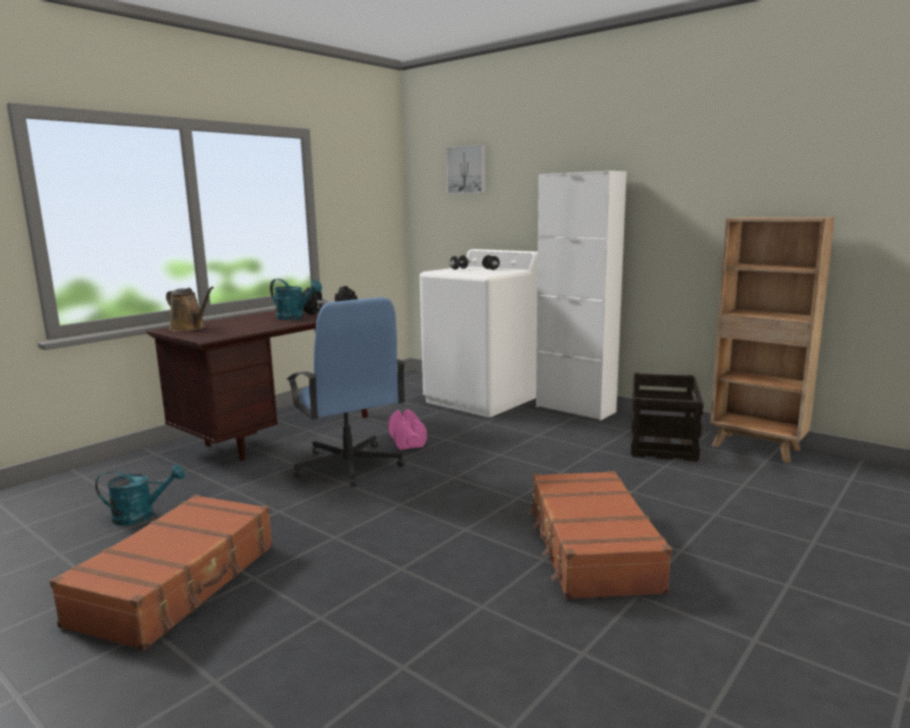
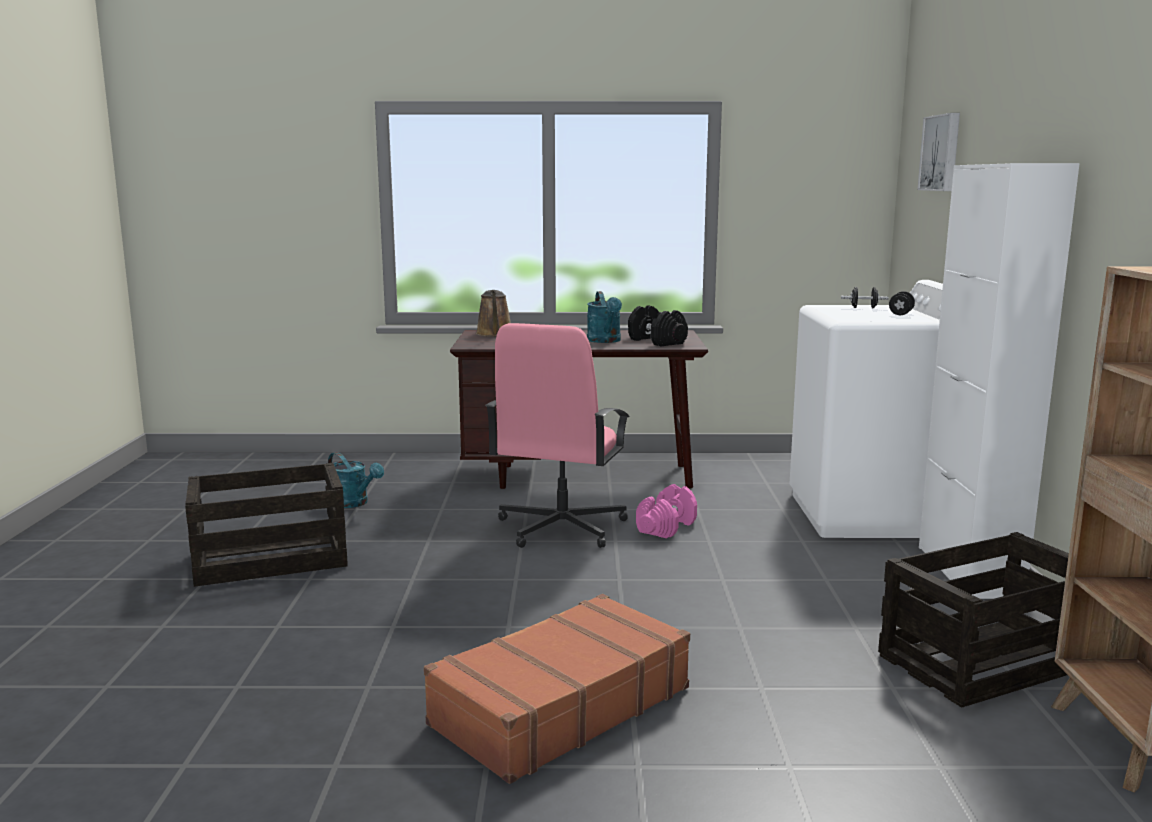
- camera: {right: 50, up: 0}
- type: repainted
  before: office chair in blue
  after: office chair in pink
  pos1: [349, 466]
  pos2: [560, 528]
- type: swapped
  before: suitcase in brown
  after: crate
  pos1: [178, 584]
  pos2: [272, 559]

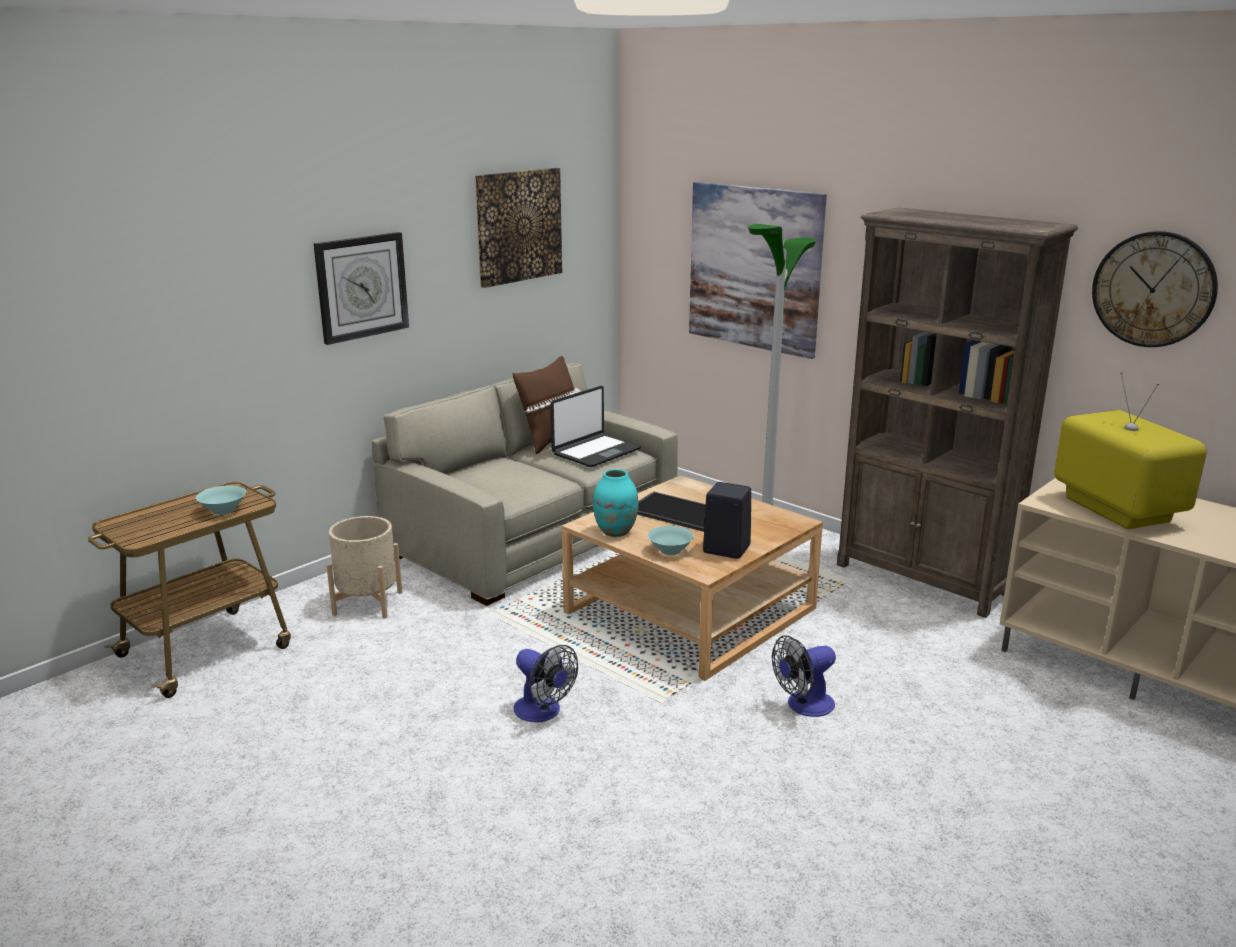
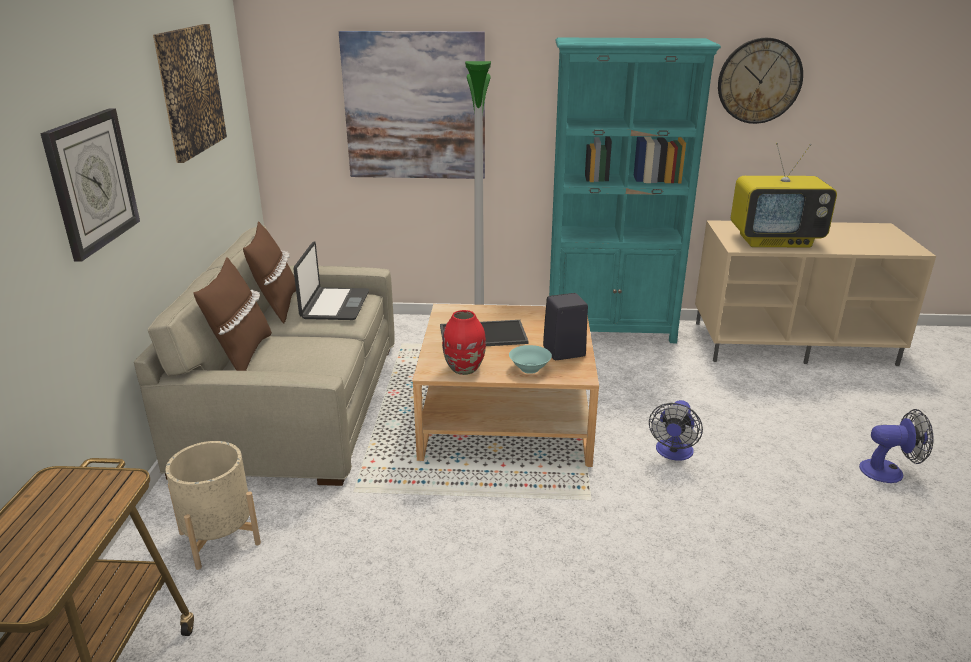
- camera: {right: -40, up: 5}
- type: repainted
  before: bookcase in brown
  after: bookcase in turquoise
  pos1: [923, 580]
  pos2: [611, 331]
- type: rotated
  before: television
  pos1: [1114, 509]
  pos2: [775, 240]
  turn: 150
- type: repainted
  before: vase in turquoise
  after: vase in red
  pos1: [616, 532]
  pos2: [465, 369]
- type: gone
  before: bowl in turquoise
  pos1: [224, 510]
- type: shifted
  before: fan
  pos1: [543, 712]
  pos2: [889, 471]
- type: new
  after: pillow in brown
  pos2: [242, 355]

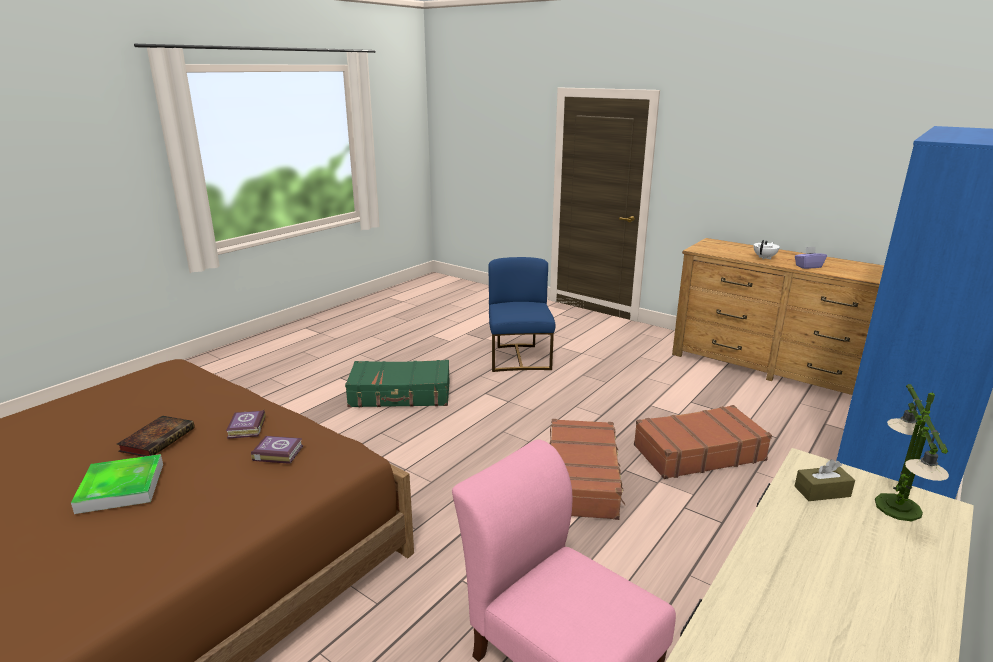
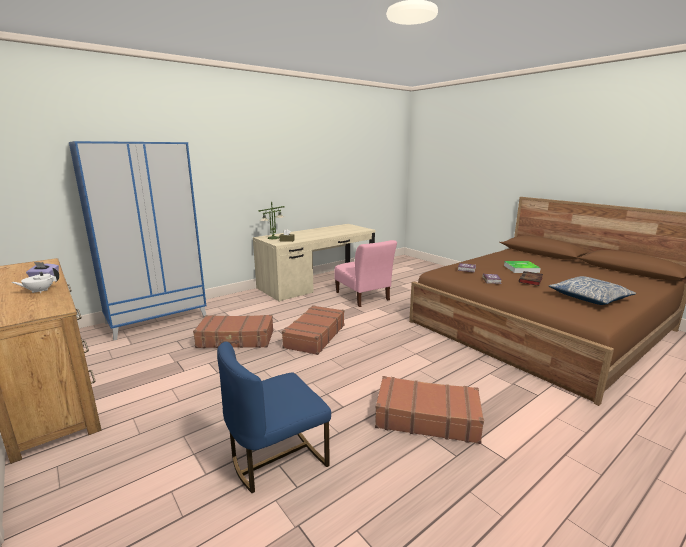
- camera: {right: -165, up: -5}
- type: rotated
  before: chair in blue
  pos1: [519, 358]
  pos2: [276, 458]
  turn: 45
- type: repainted
  before: suitcase in green
  after: suitcase in brown
  pos1: [400, 395]
  pos2: [426, 418]
- type: new
  after: pillow
  pos2: [589, 298]

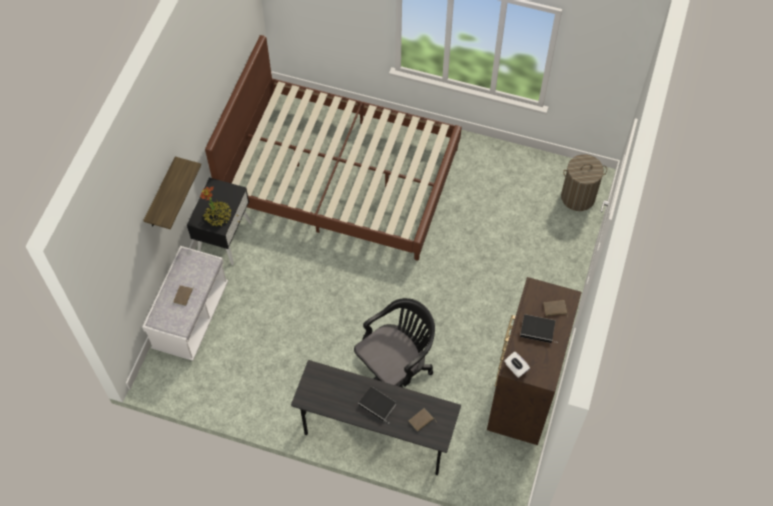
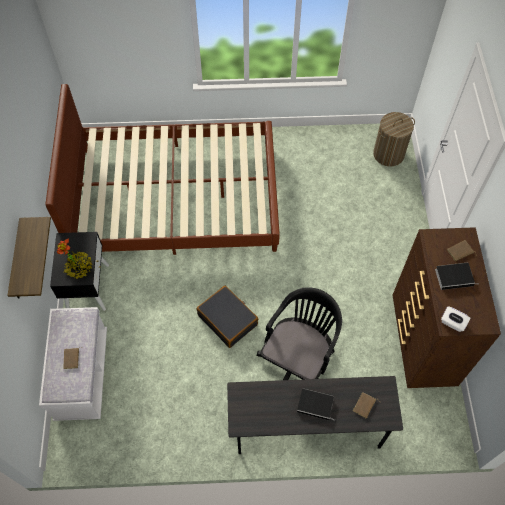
- camera: {right: -20, up: 0}
- type: new
  after: suitcase in black
  pos2: [228, 320]

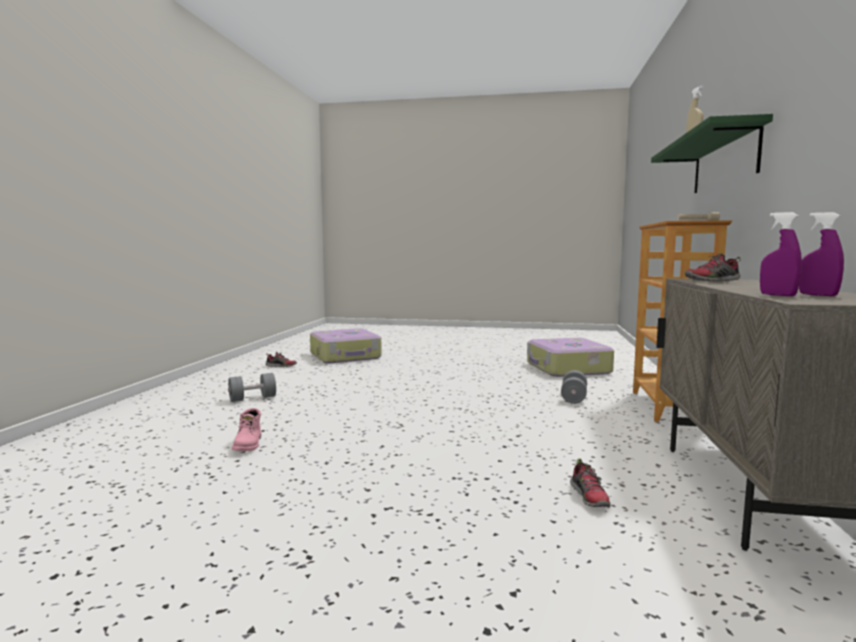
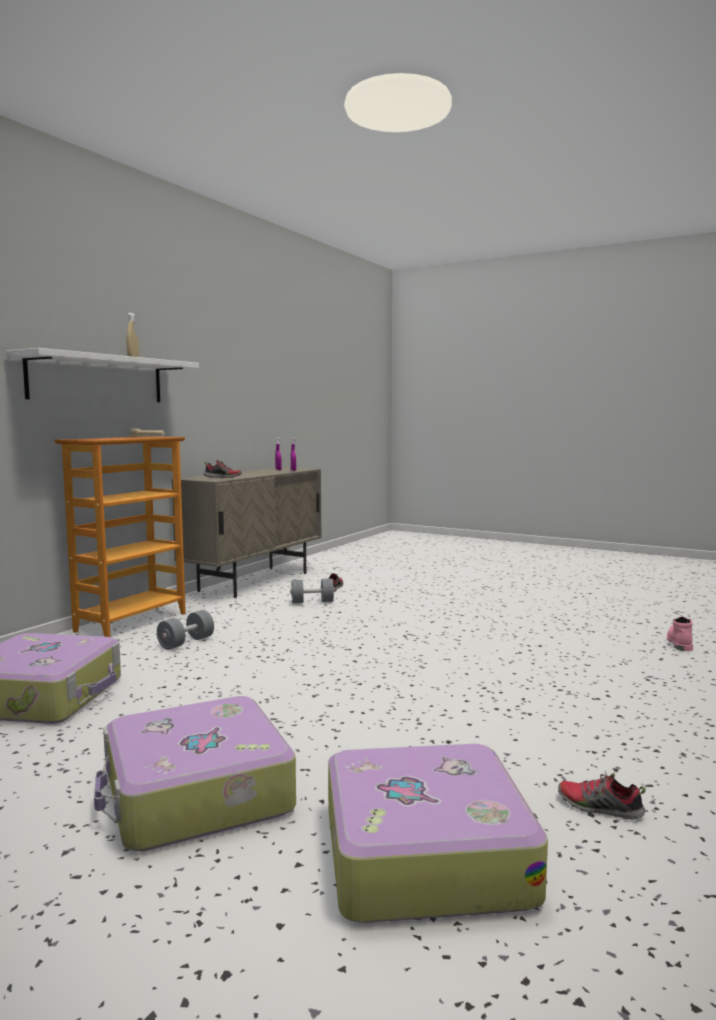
- camera: {right: -160, up: 0}
- type: repainted
  before: shelf in green
  after: shelf in white
  pos1: [724, 161]
  pos2: [97, 379]
- type: shifted
  before: dumbbell in grey
  pos1: [252, 398]
  pos2: [312, 602]
- type: shifted
  before: boot in pink
  pos1: [249, 444]
  pos2: [679, 642]
- type: new
  after: suitcase
  pos2: [195, 794]

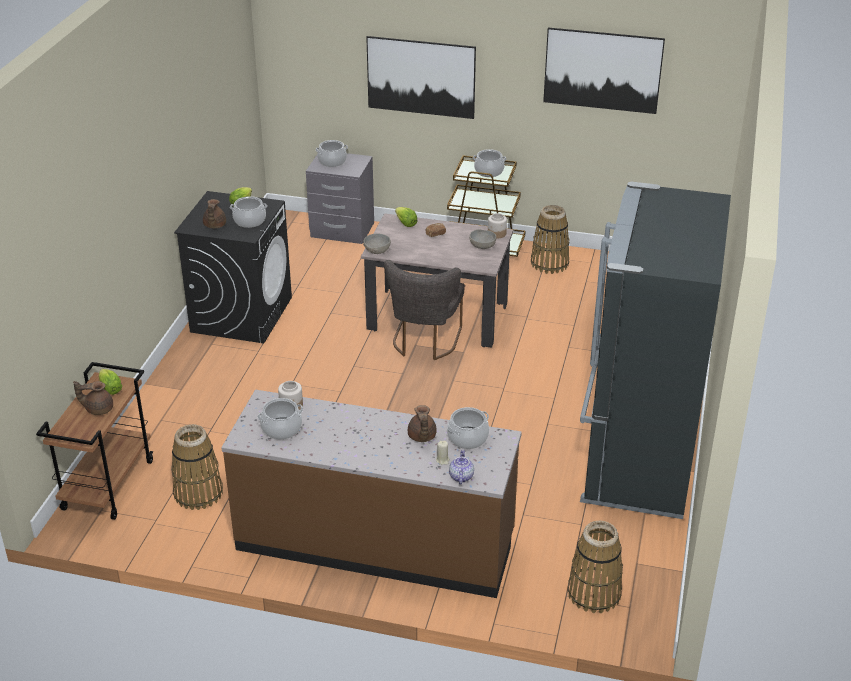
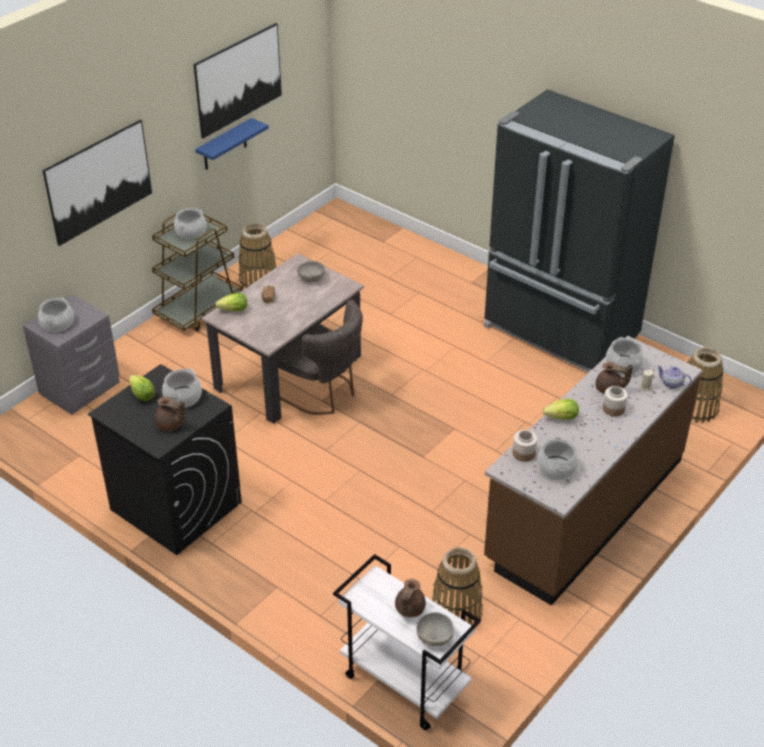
- camera: {right: -65, up: 5}
- type: shifted
  before: jar
  pos1: [496, 234]
  pos2: [614, 409]
- type: shifted
  before: bowl in grey
  pos1: [376, 250]
  pos2: [434, 637]
- type: repainted
  before: cart in brown
  after: cart in white
  pos1: [108, 484]
  pos2: [403, 682]
- type: shifted
  before: lettuce
  pos1: [110, 389]
  pos2: [562, 418]
- type: new
  after: shelf in blue
  pos2: [224, 145]

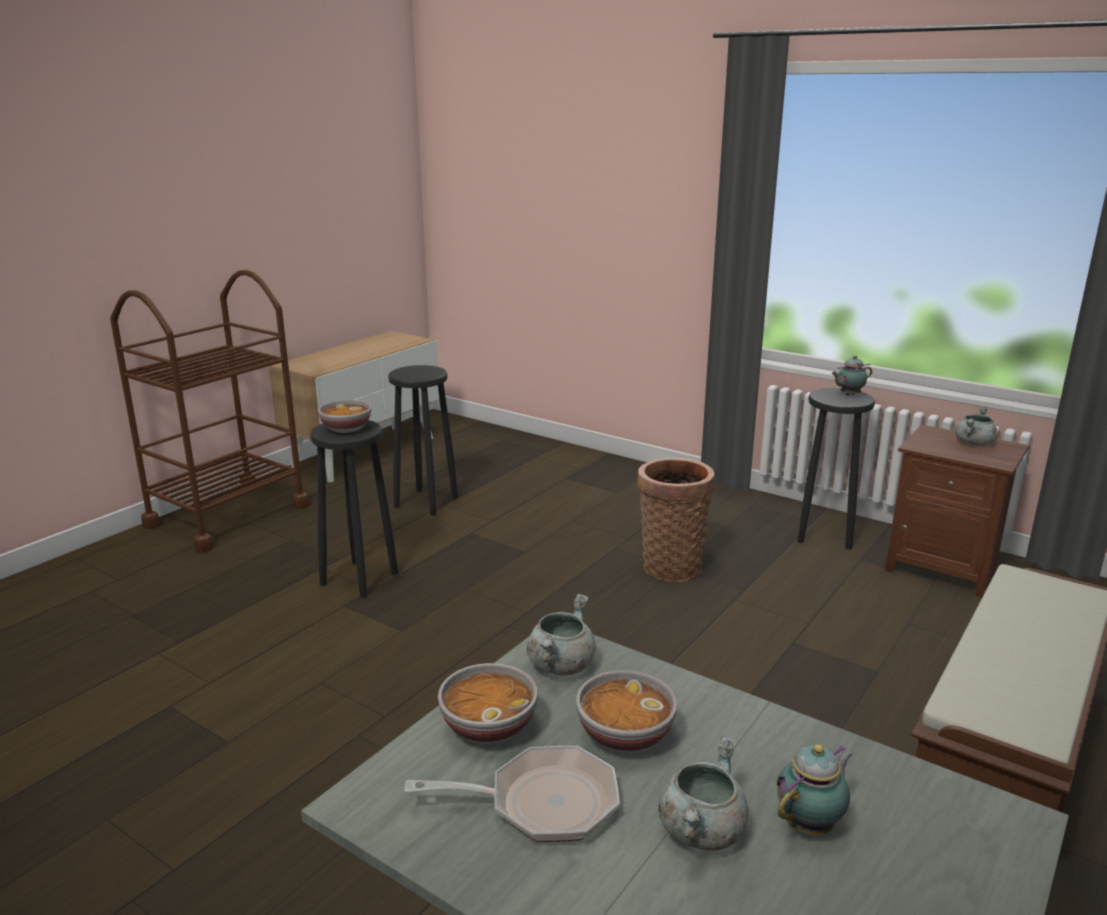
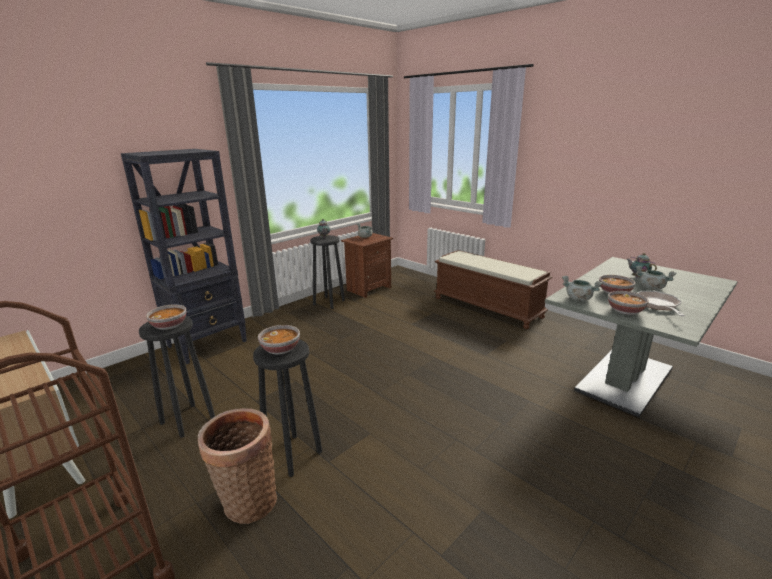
- camera: {right: -80, up: 0}
- type: shifted
  before: basket
  pos1: [671, 565]
  pos2: [247, 502]
- type: new
  after: bookcase in black
  pos2: [208, 344]
- type: new
  after: bowl
  pos2: [169, 325]

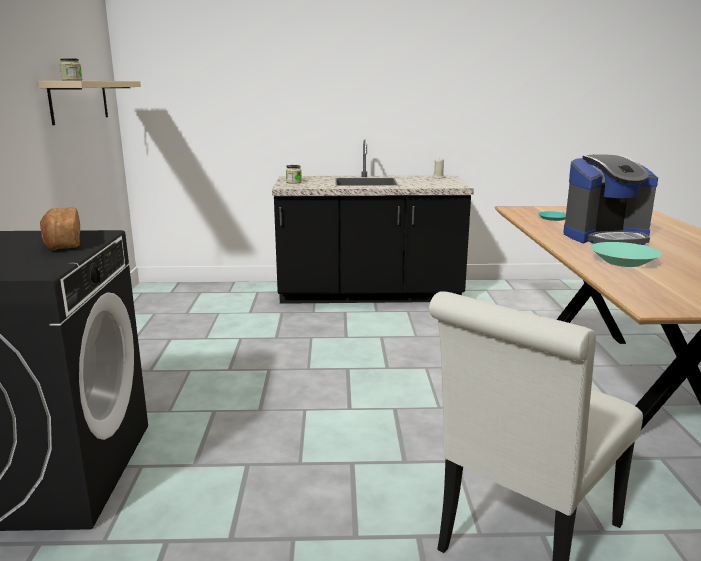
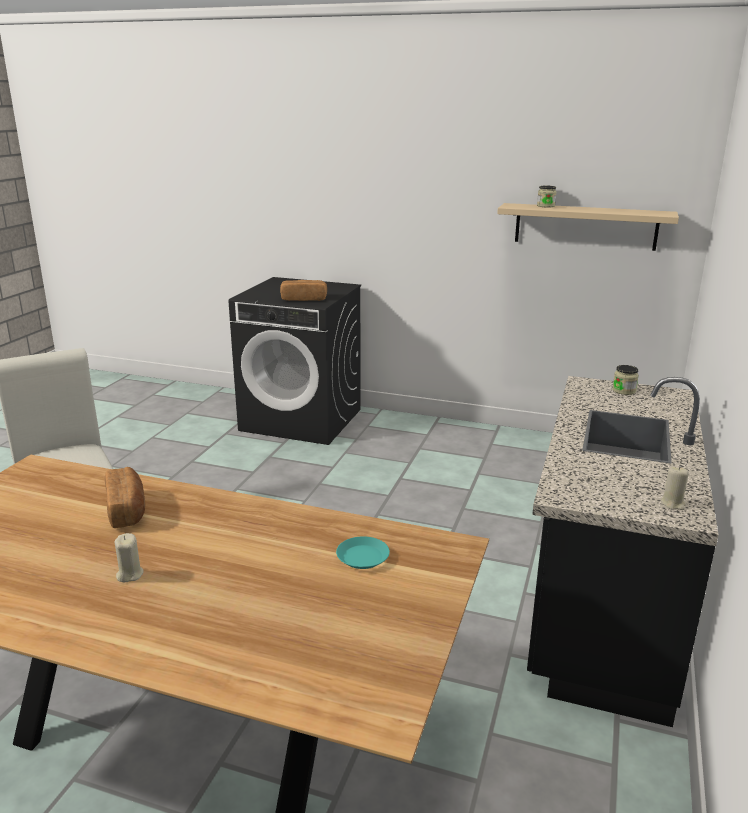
- camera: {right: 110, up: 5}
- type: gone
  before: coffee machine
  pos1: [606, 237]
- type: swapped
  before: bowl in turquoise
  after: bread
  pos1: [624, 262]
  pos2: [127, 509]
- type: new
  after: candle in beige
  pos2: [129, 574]

